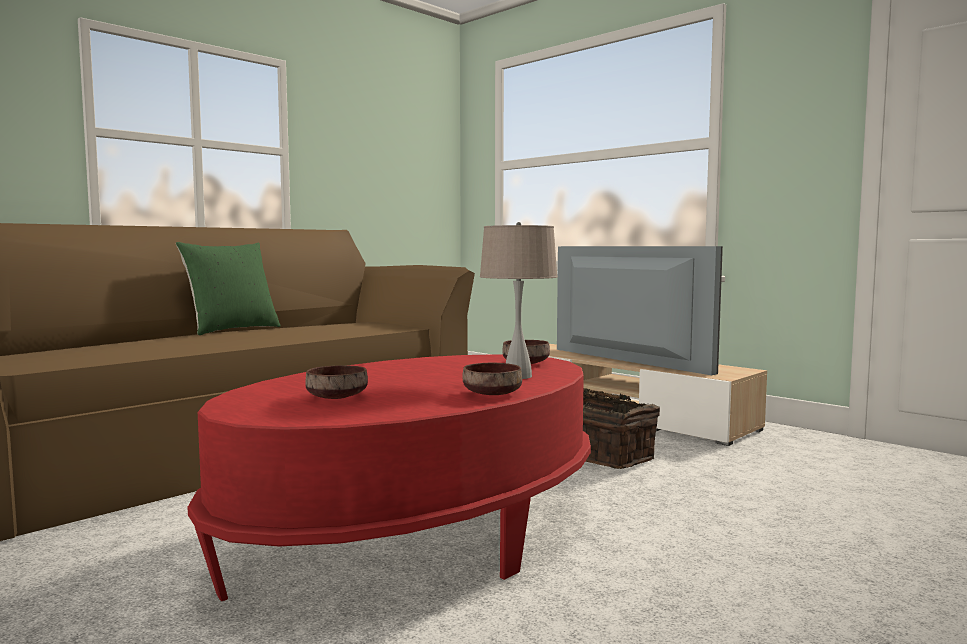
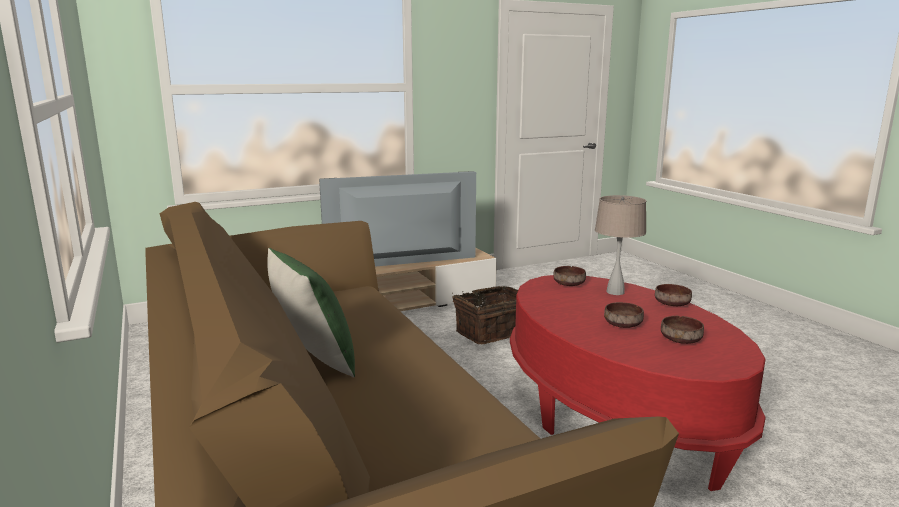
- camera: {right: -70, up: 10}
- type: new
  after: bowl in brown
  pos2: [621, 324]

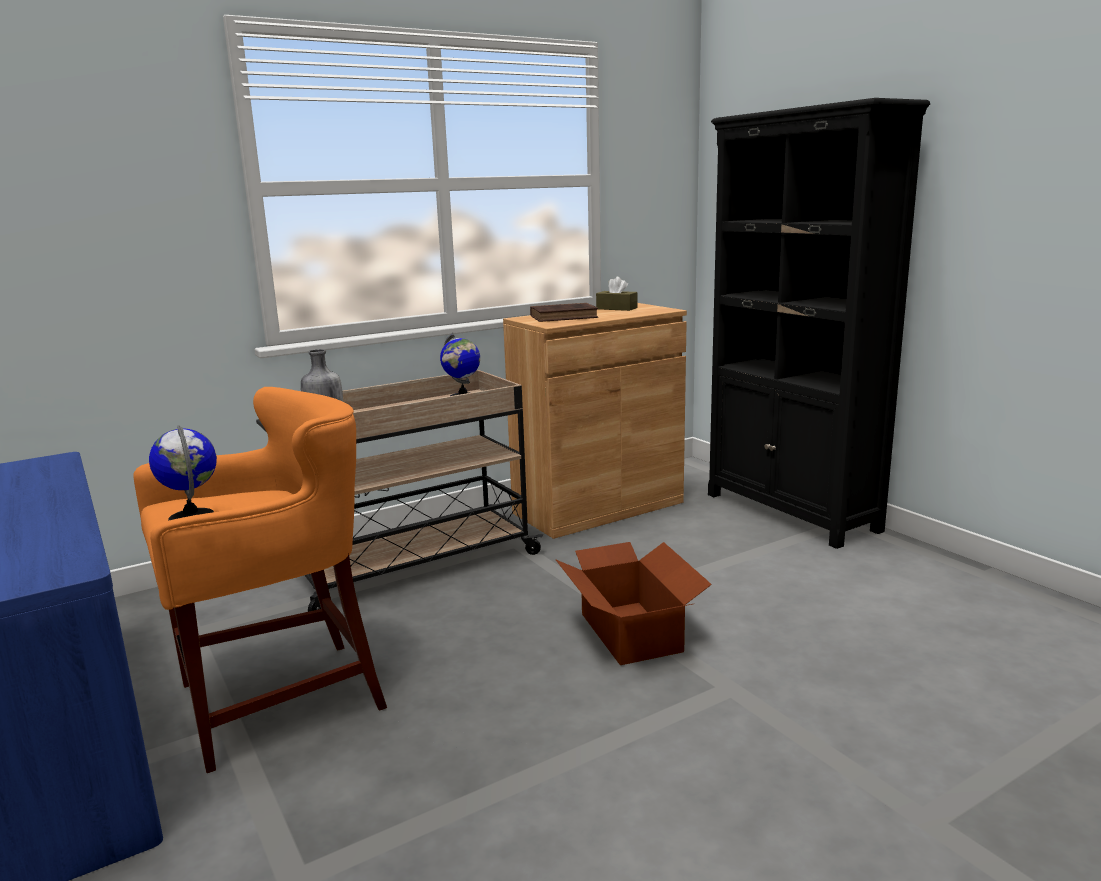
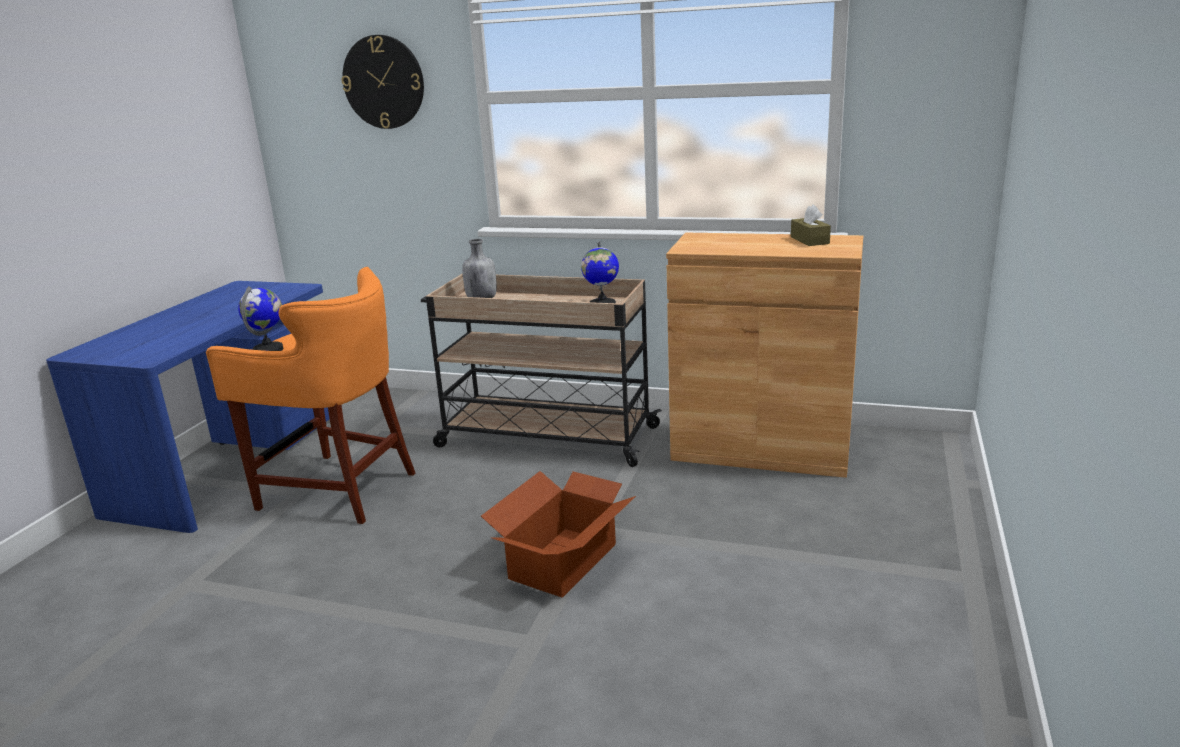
- camera: {right: 50, up: 5}
- type: gone
  before: bookcase in black
  pos1: [791, 512]
- type: gone
  before: book in brown
  pos1: [565, 317]
- type: new
  after: wall clock
  pos2: [383, 82]

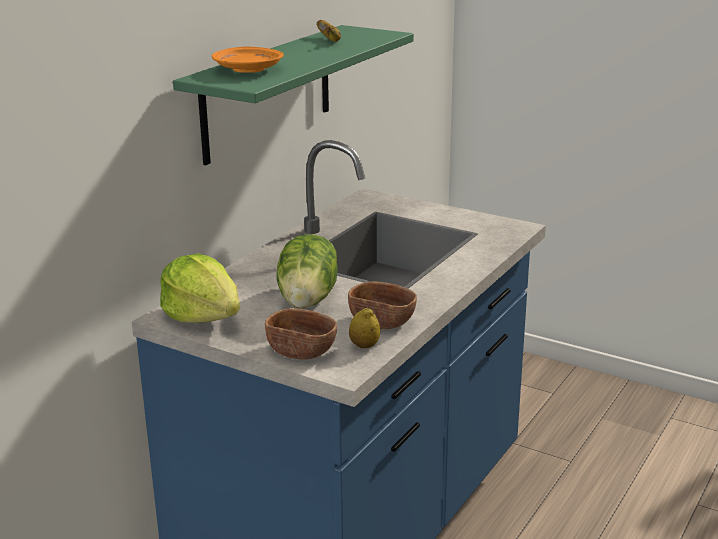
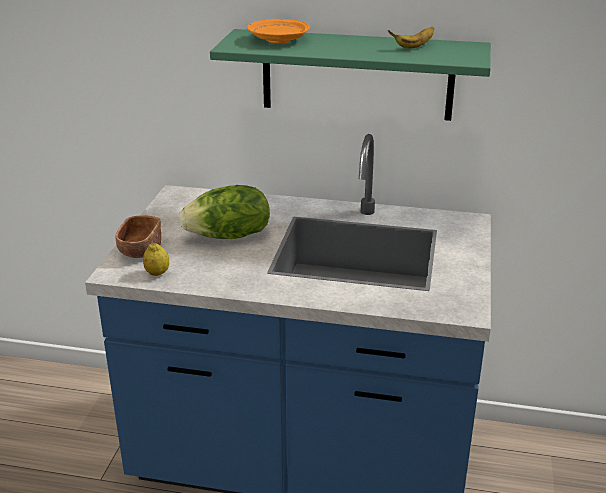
- camera: {right: 70, up: 5}
- type: gone
  before: lettuce
  pos1: [203, 316]
- type: gone
  before: bowl in brown
  pos1: [382, 322]

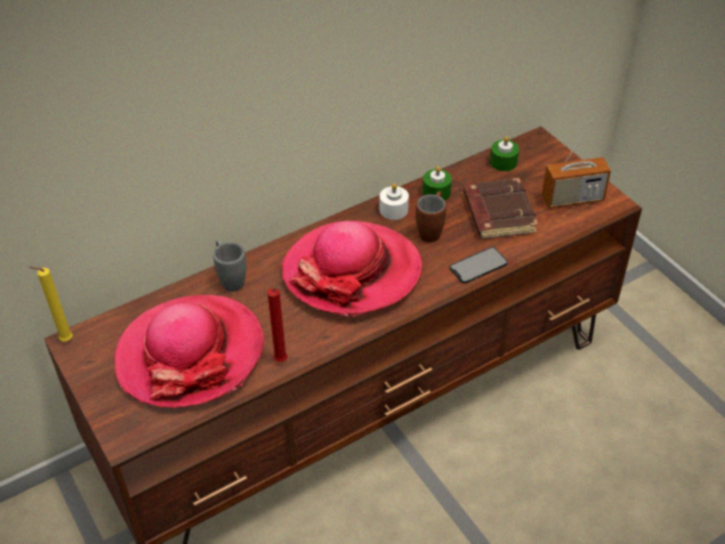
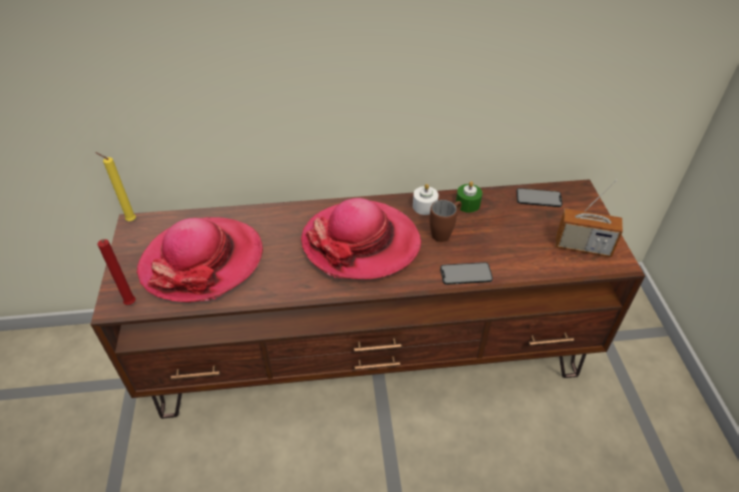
- camera: {right: 25, up: 0}
- type: swapped
  before: candle in green
  after: phone
  pos1: [503, 162]
  pos2: [539, 198]
- type: gone
  before: book in brown
  pos1: [497, 213]
- type: gone
  before: mug in grey
  pos1: [230, 279]
- type: shifted
  before: candle in red
  pos1: [282, 361]
  pos2: [131, 305]

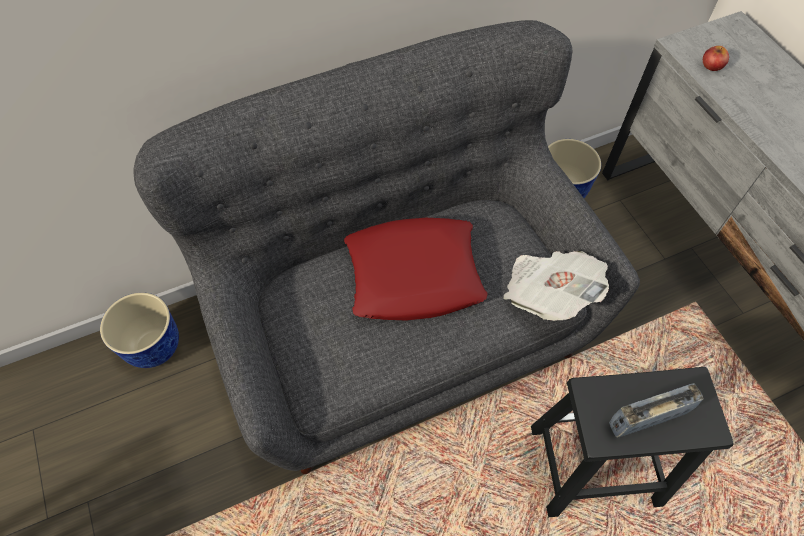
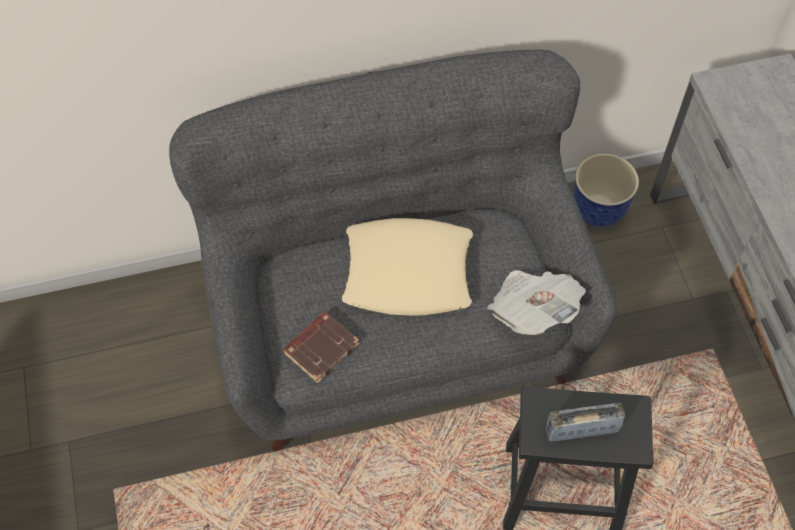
- camera: {right: 10, up: 0}
- type: gone
  before: apple
  pos1: [712, 65]
- type: repainted
  before: pillow in red
  after: pillow in beige
  pos1: [414, 274]
  pos2: [408, 273]
- type: gone
  before: planter
  pos1: [155, 346]
- type: new
  after: book in brown
  pos2: [321, 348]

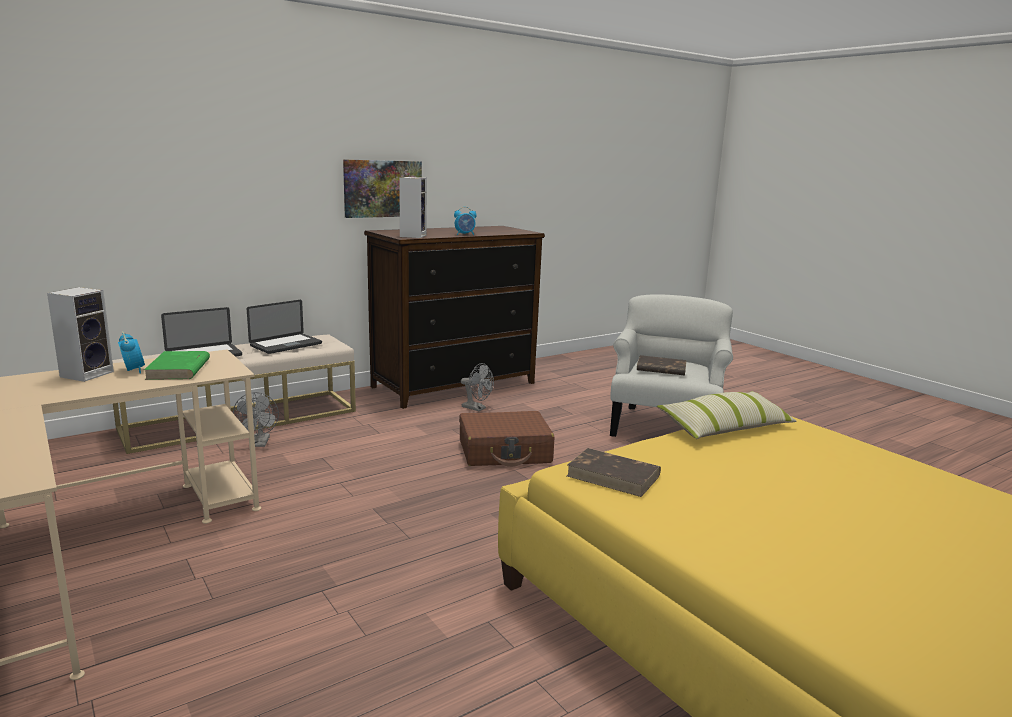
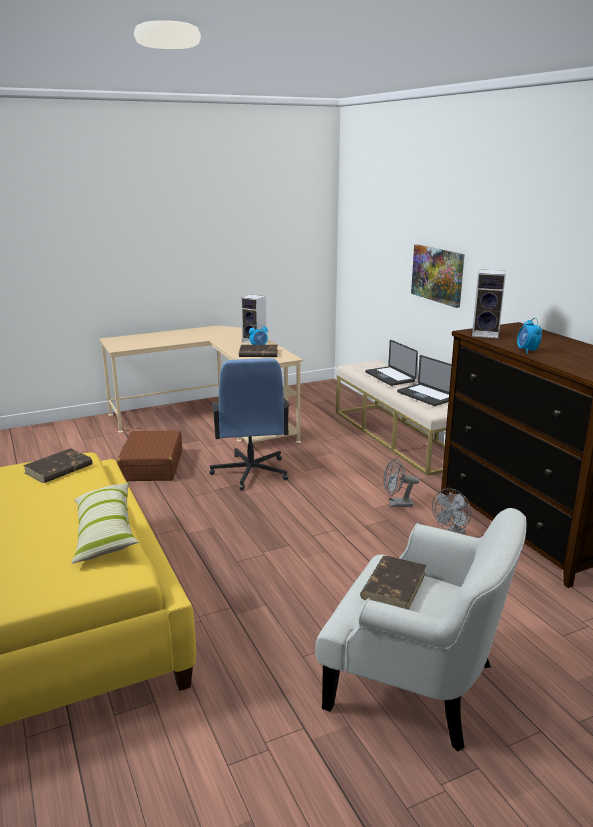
- camera: {right: 100, up: 5}
- type: shifted
  before: picture
  pos1: [382, 188]
  pos2: [438, 274]
- type: repainted
  before: book in green
  after: book in brown
  pos1: [178, 369]
  pos2: [258, 354]
- type: shifted
  before: fan in grey
  pos1: [259, 444]
  pos2: [396, 504]
- type: shifted
  before: suitcase in brown
  pos1: [505, 452]
  pos2: [152, 466]
- type: new
  after: office chair in blue
  pos2: [250, 472]

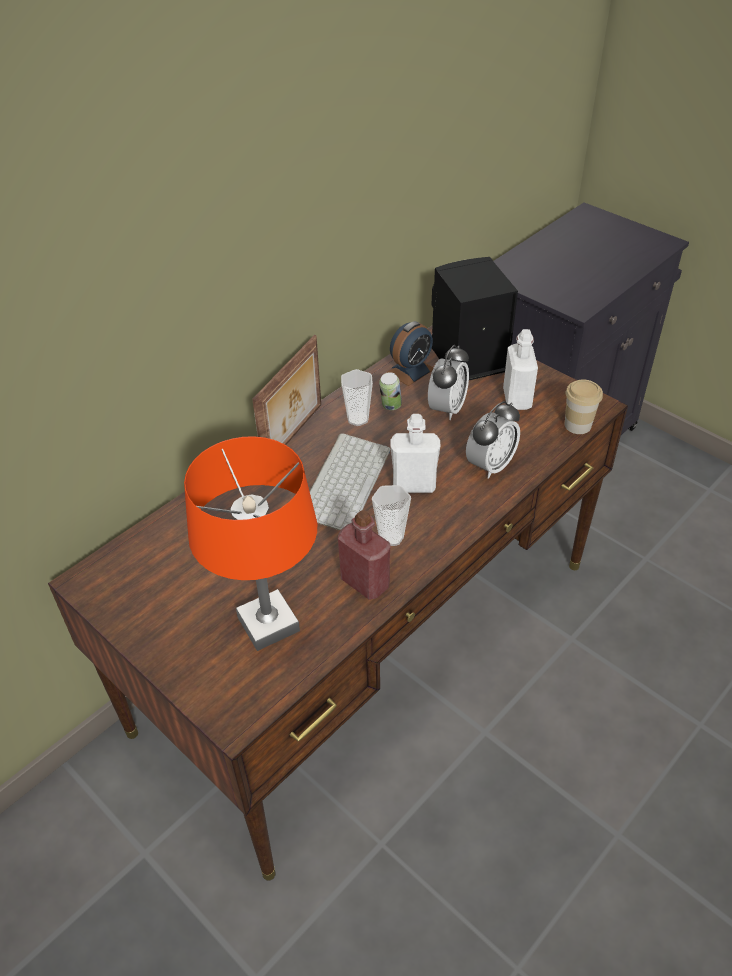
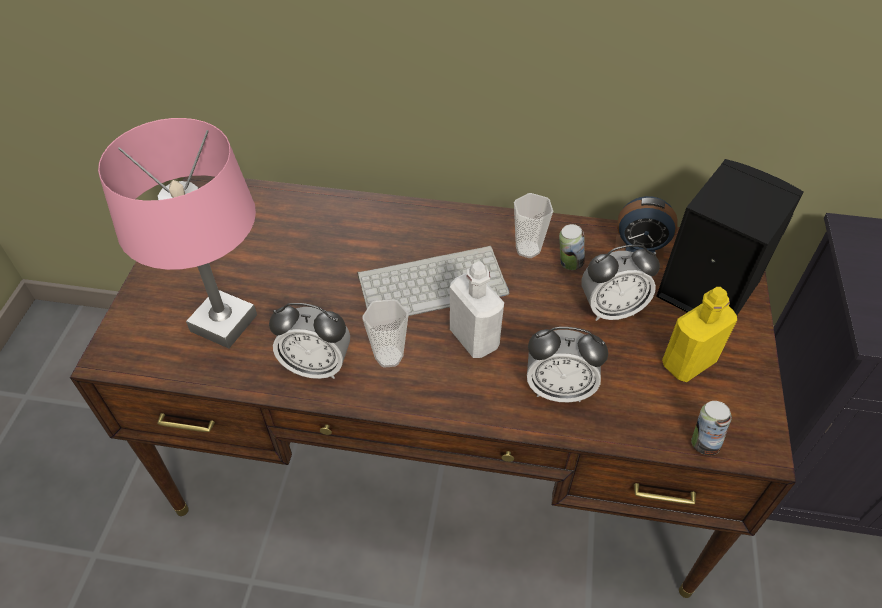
- camera: {right: 55, up: 5}
- type: repainted
  before: bottle in white
  after: bottle in yellow
  pos1: [517, 399]
  pos2: [688, 363]
- type: gone
  before: picture frame
  pos1: [294, 436]
- type: swapped
  before: cup
  after: can
  pos1: [577, 425]
  pos2: [703, 443]
- type: repainted
  before: table lamp in orange
  after: table lamp in pink
  pos1: [268, 625]
  pos2: [223, 323]
- type: swapped
  before: bottle in red
  after: alarm clock
  pos1: [365, 582]
  pos2: [317, 366]

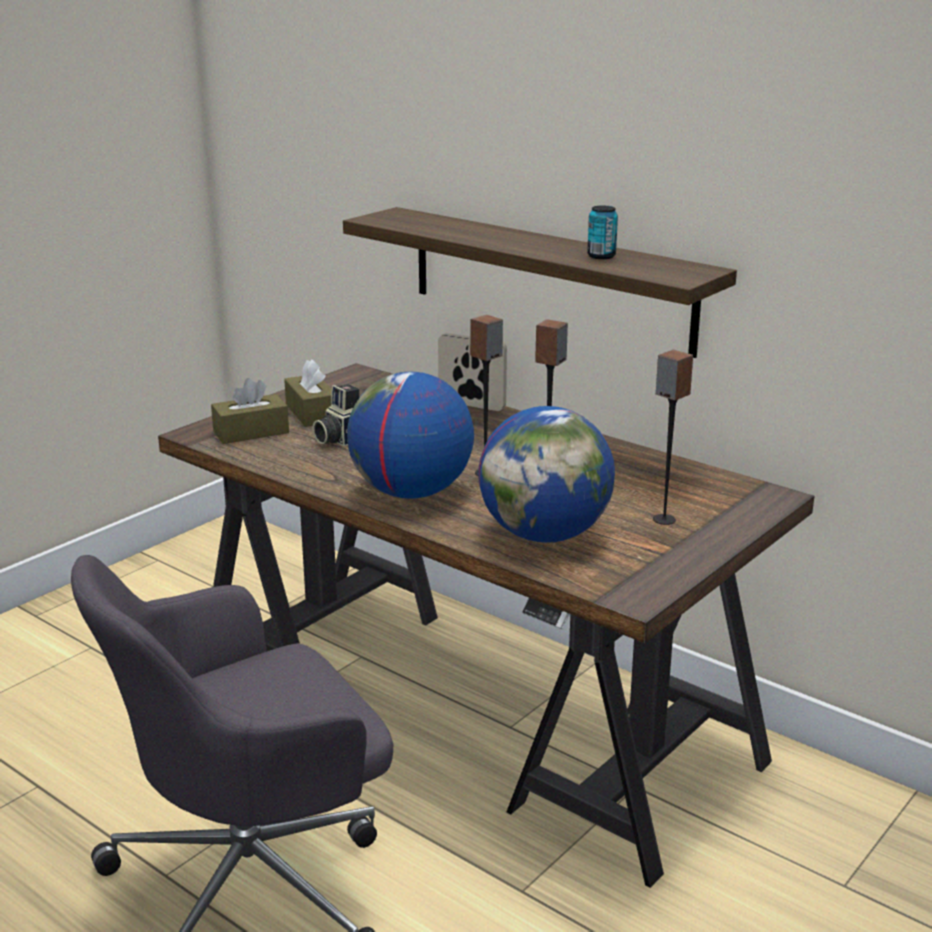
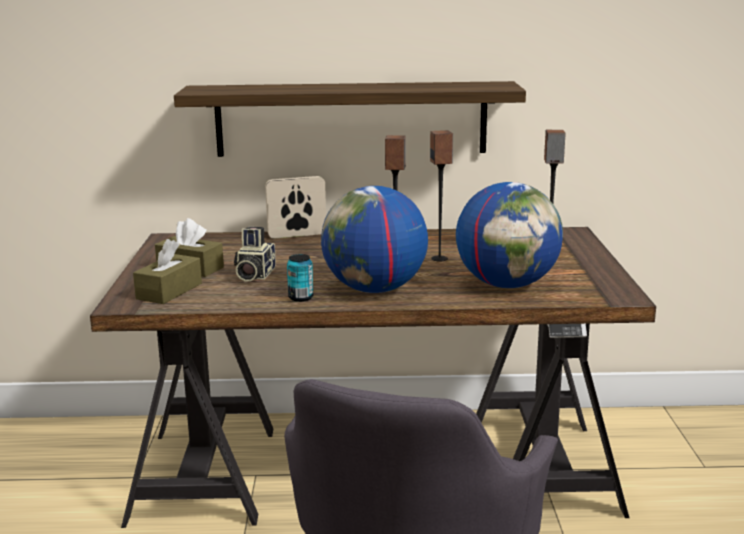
- camera: {right: -40, up: -5}
- type: shifted
  before: can
  pos1: [601, 256]
  pos2: [300, 297]

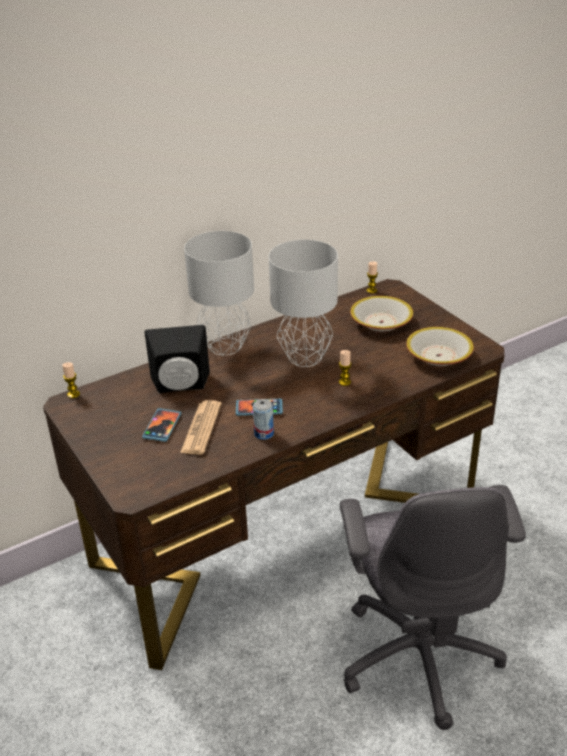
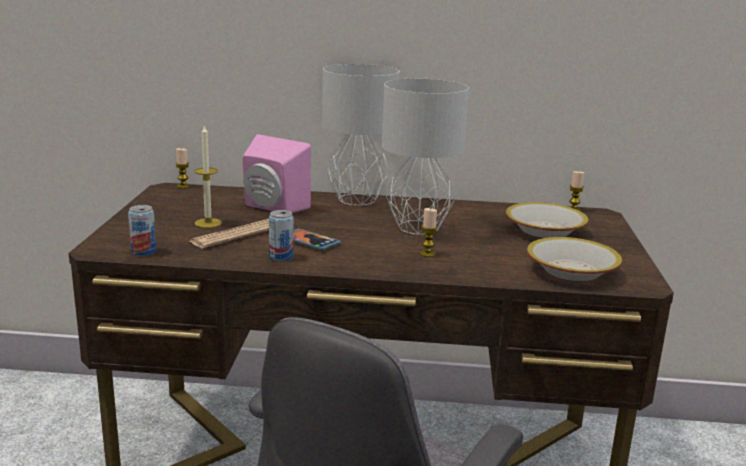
- camera: {right: 35, up: -15}
- type: repainted
  before: speaker in black
  after: speaker in pink
  pos1: [181, 386]
  pos2: [271, 208]
- type: swapped
  before: phone
  after: candle
  pos1: [162, 426]
  pos2: [208, 223]
- type: new
  after: can
  pos2: [143, 252]

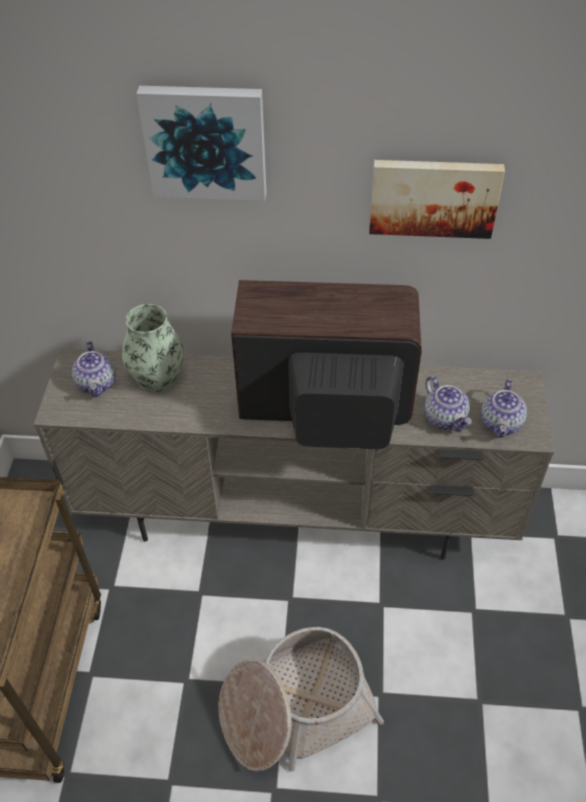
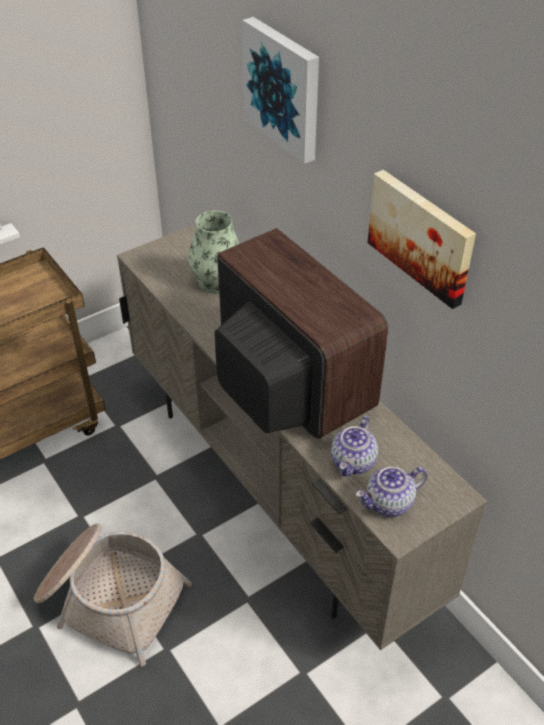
- camera: {right: 50, up: -5}
- type: gone
  before: teapot
  pos1: [97, 384]

